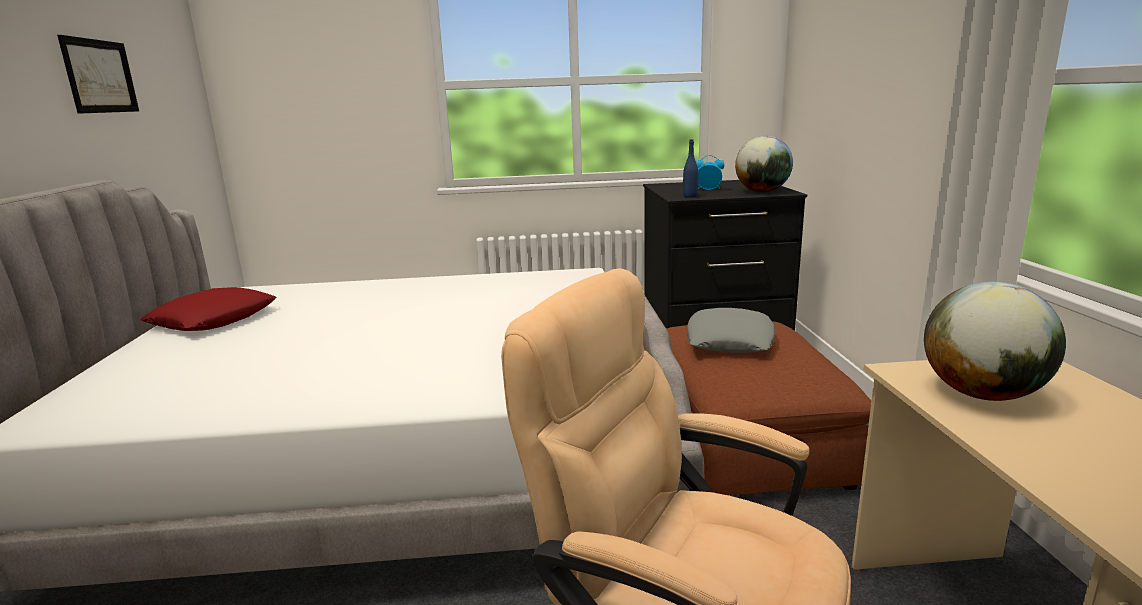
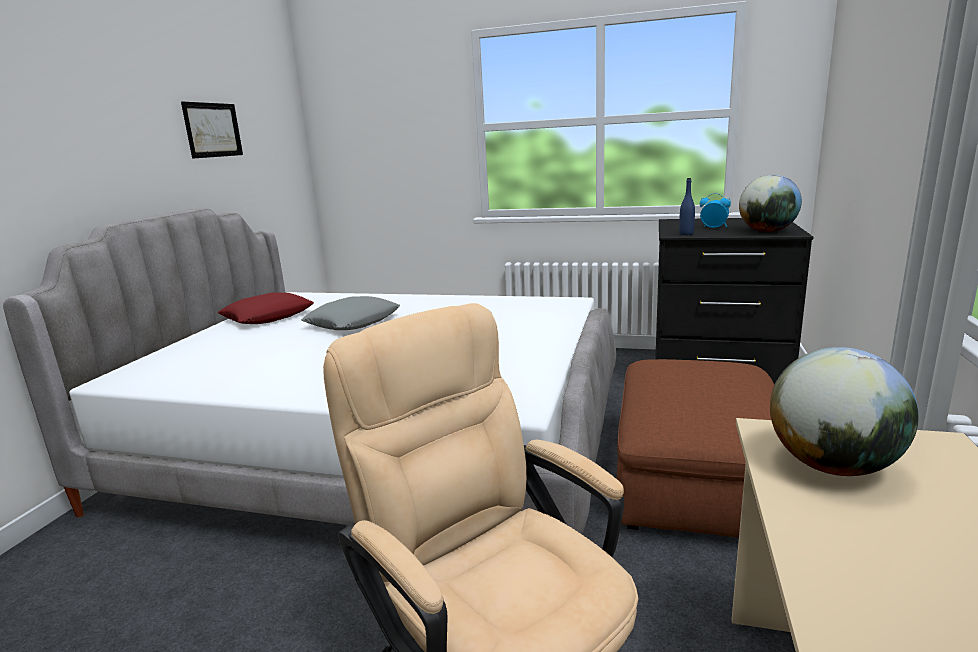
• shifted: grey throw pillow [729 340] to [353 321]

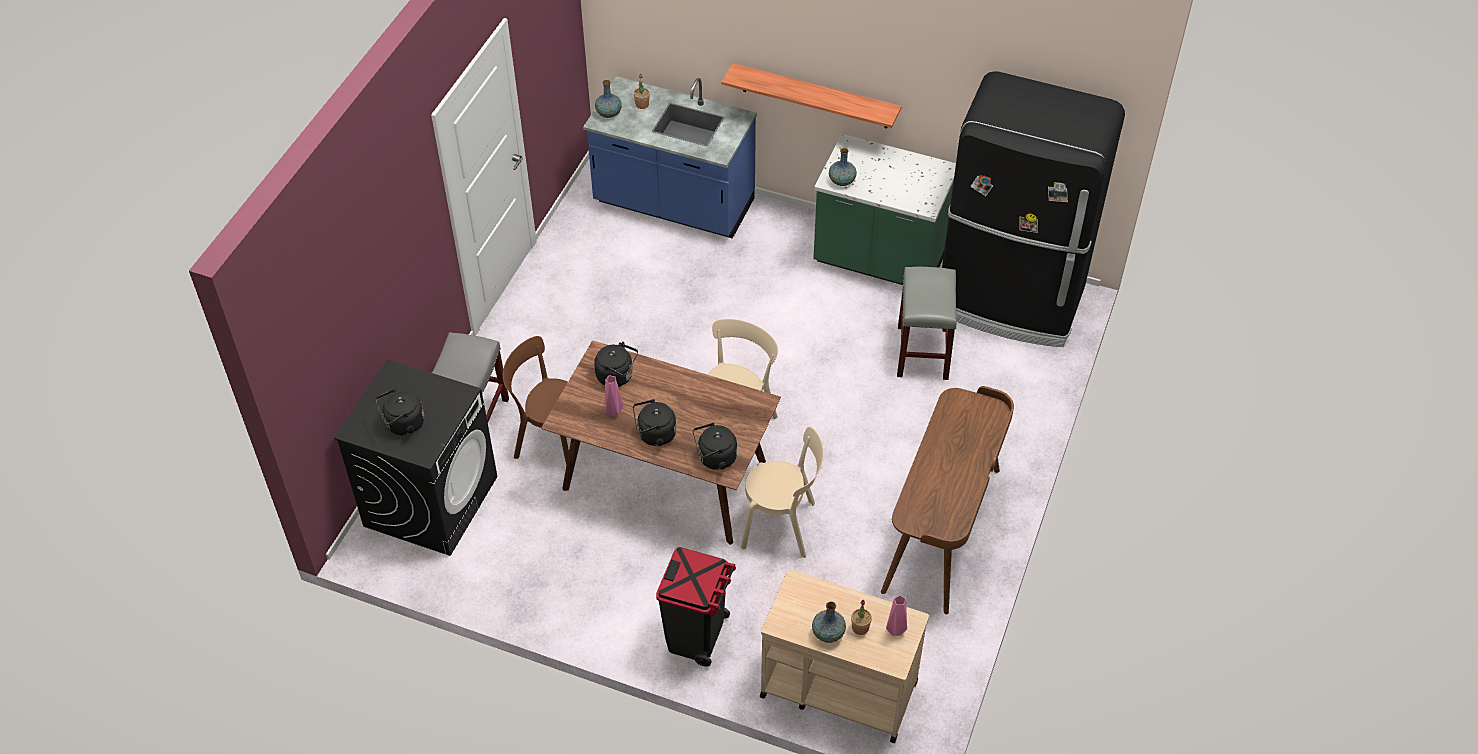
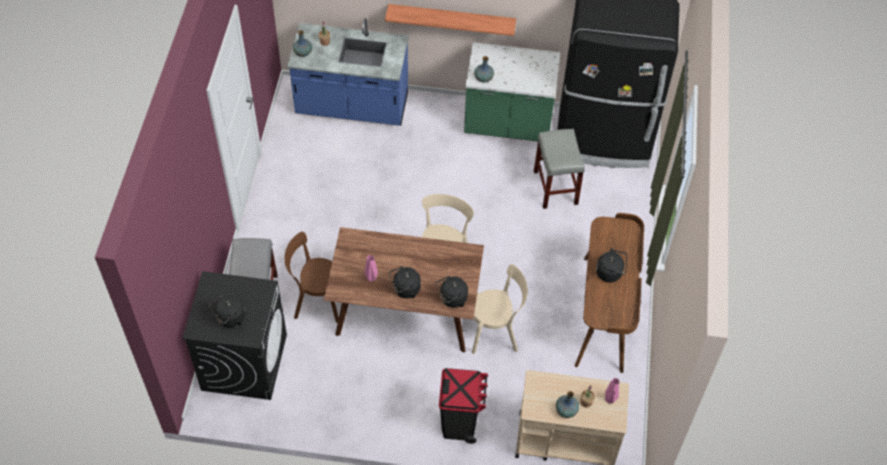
• shifted: black-coloured kettle [617 376] to [610 273]

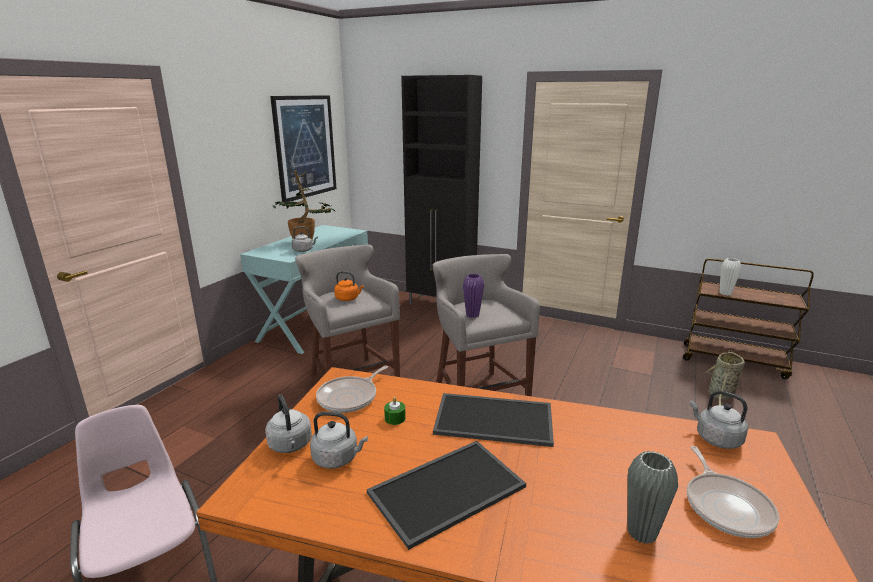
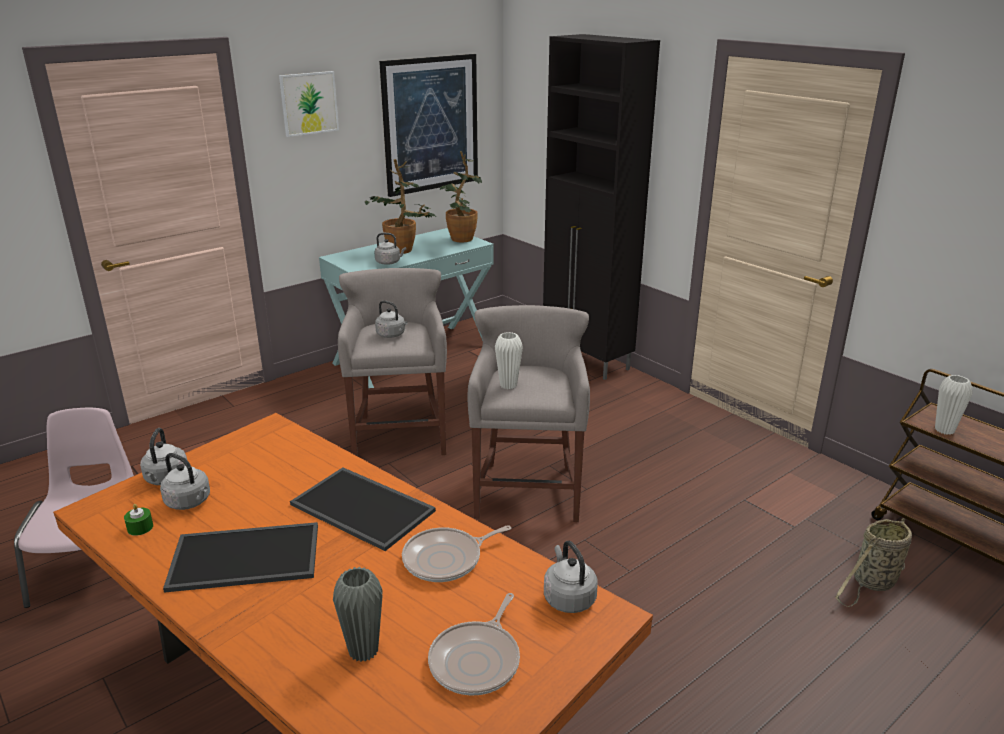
• shifted: green wax light [395 418] to [140 527]
• new: wall picture [309 103]
• repainted: orange-coloured kettle [348 298] to grey kettle [392 335]
• shifted: frying pan [350 397] to [446 559]
• new: potted plant [461 241]
• repainted: purple decorative vase [472 315] to white-coloured decorative vase [508 385]

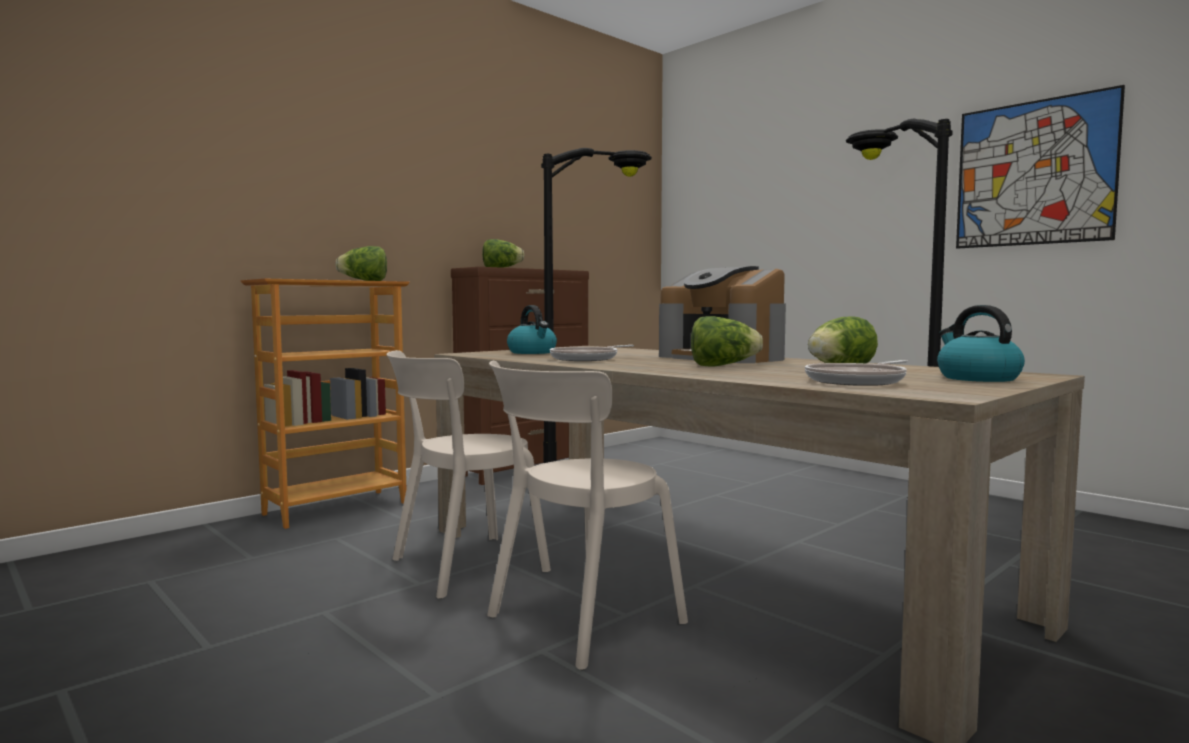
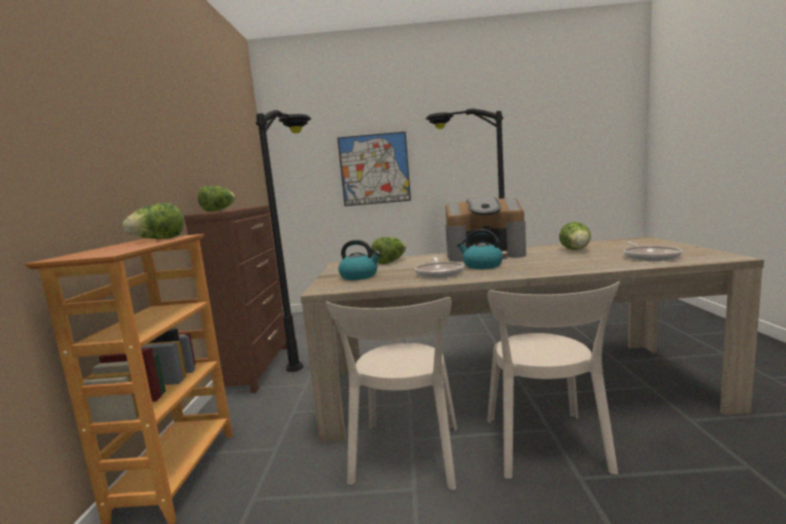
• shifted: wall picture [1034 173] to [374 169]
• shifted: lettuce head [722 366] to [390 262]
• shifted: kettle [977 378] to [482 266]

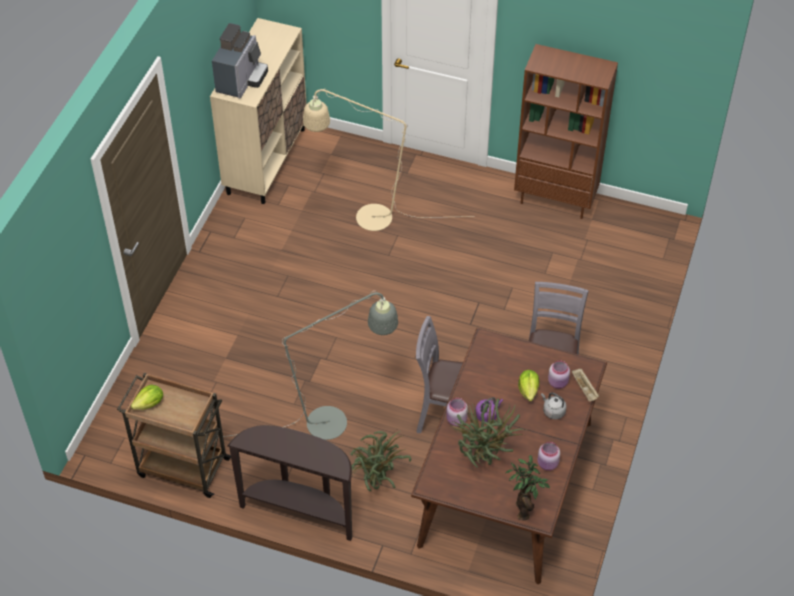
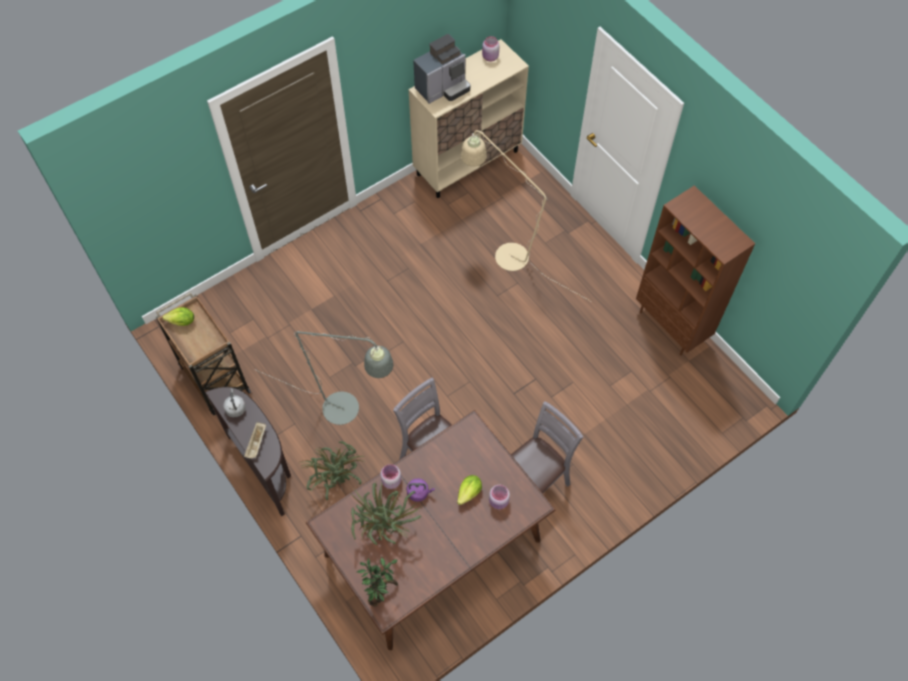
• shifted: grey kettle [553 411] to [235 408]
• shifted: beige carrying tray [585 389] to [256 443]
• shifted: pink storage jar [548 464] to [490 57]

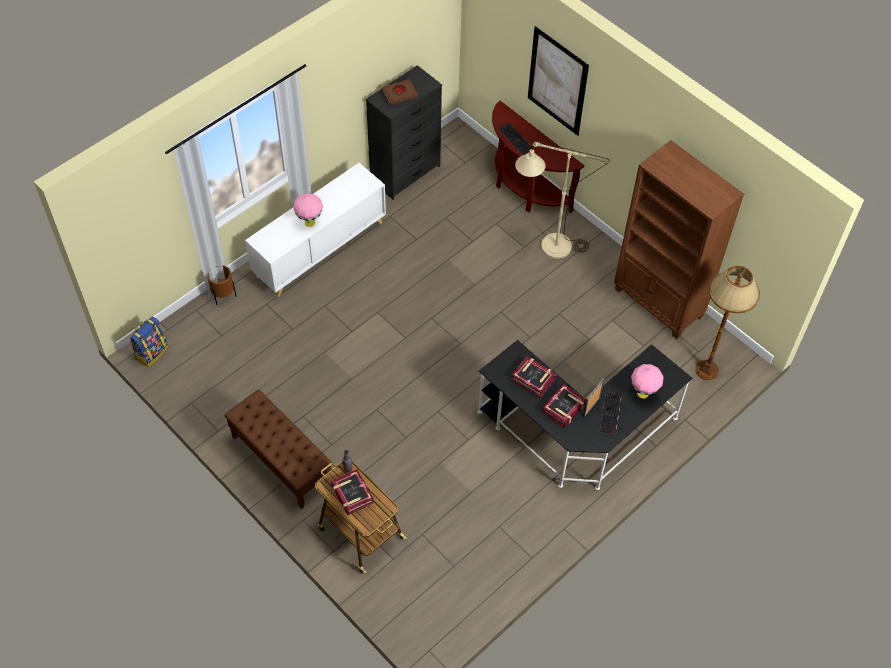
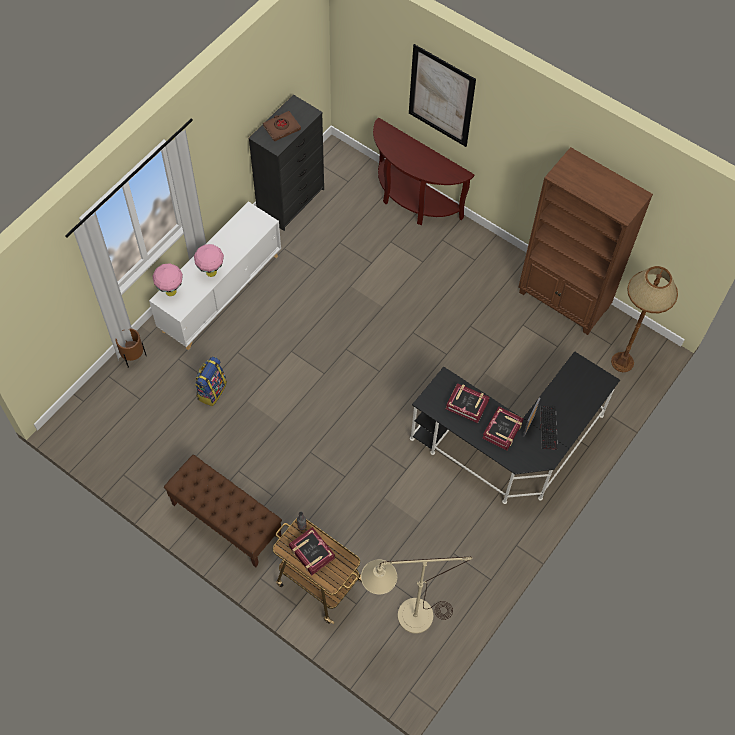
• shifted: pink table lamp [643 394] to [171 292]
• shifted: rucksack [151 352] to [211 390]
• shifted: beige standing lamp [547 246] to [404 617]
• gone: keyboard [516 139]

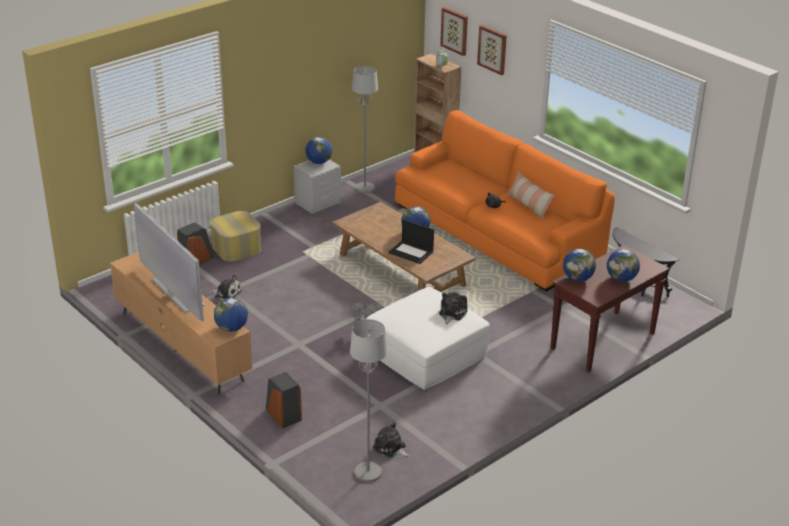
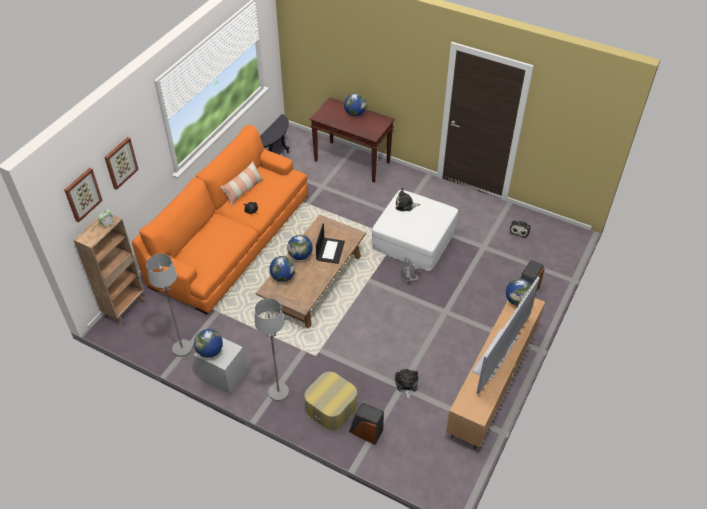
• shifted: grey standing lamp [367 472] to [278 392]
• shifted: world globe [577 278] to [283 277]

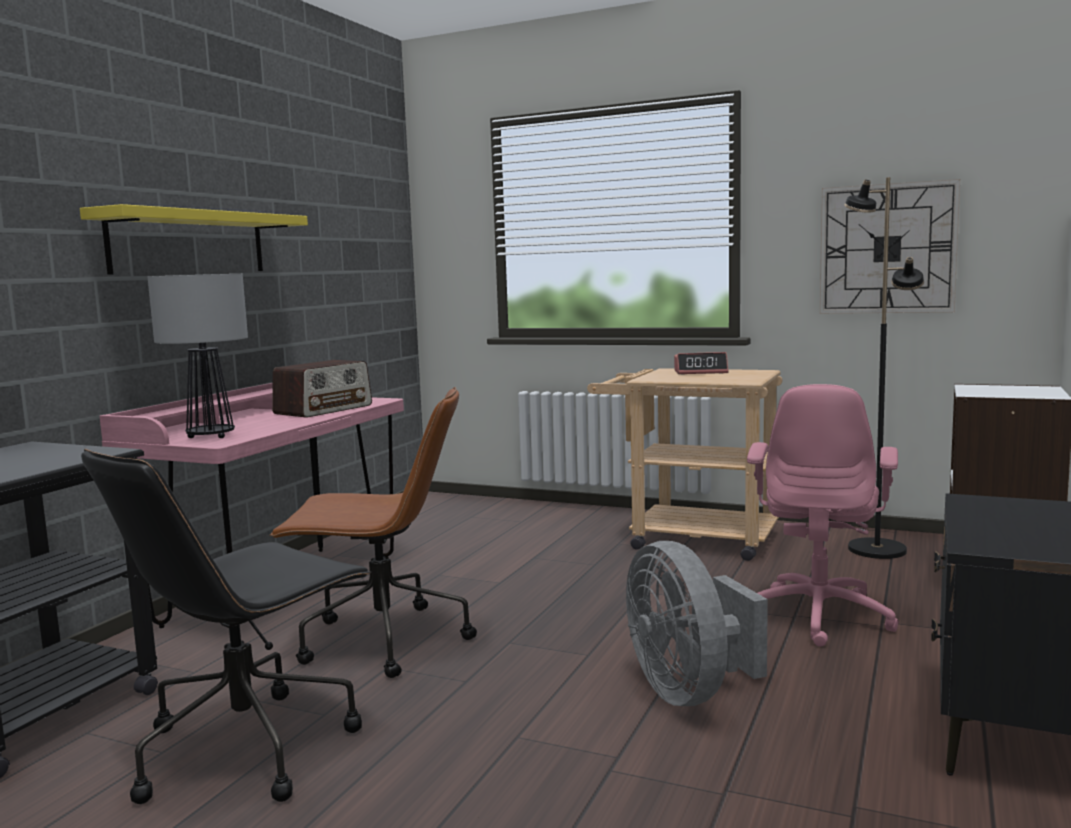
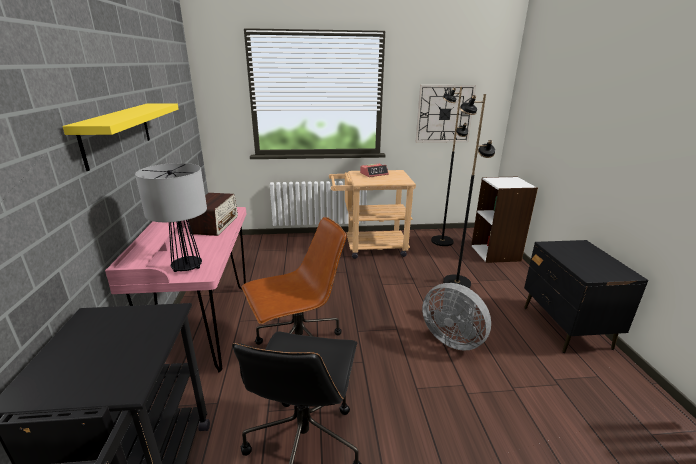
• swapped: pink office chair [819 615] to black-coloured standing lamp [456 282]

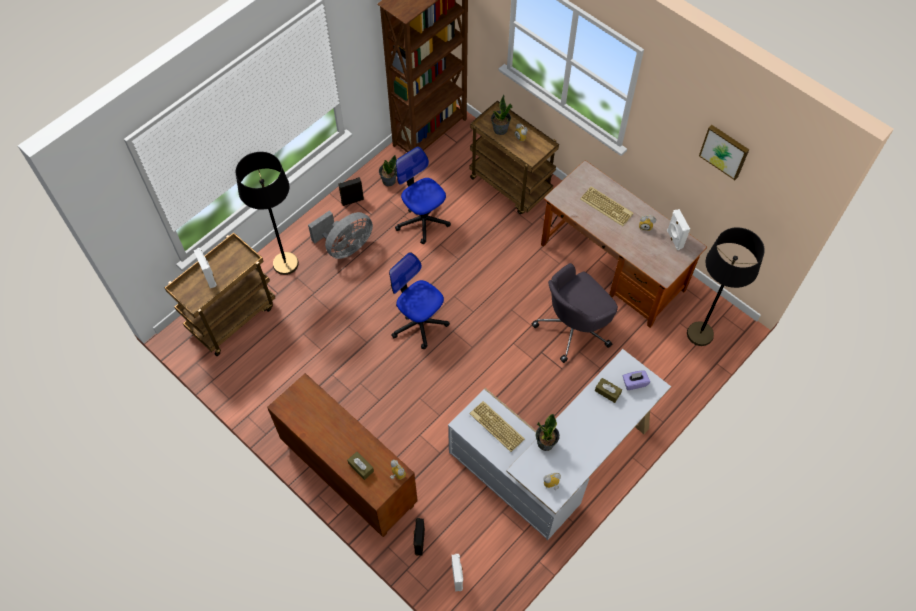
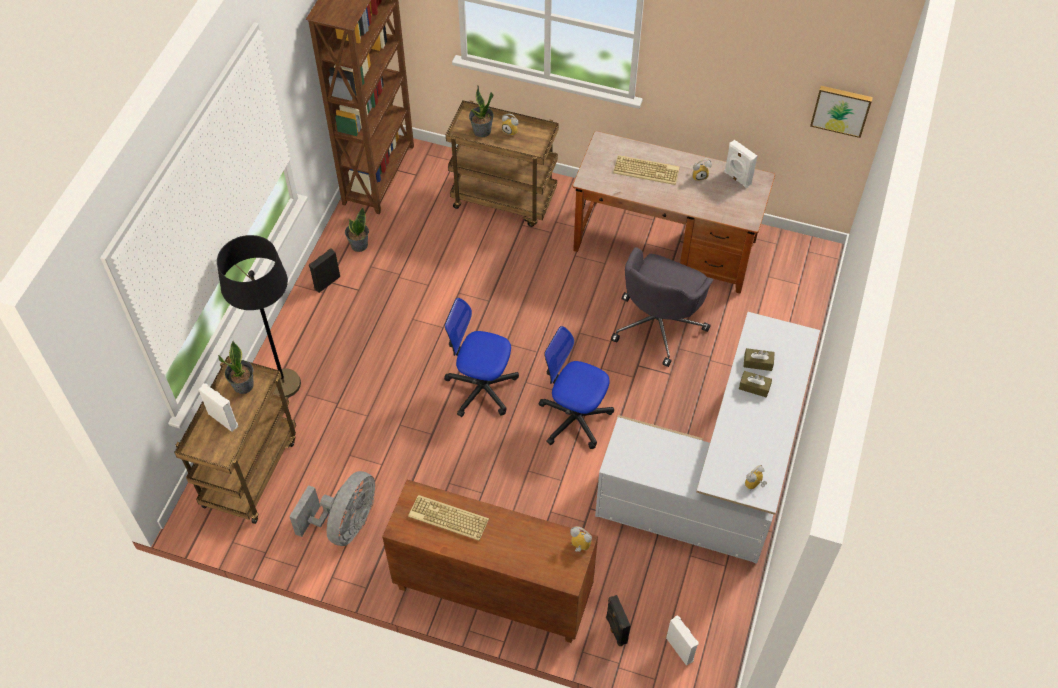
• shifted: potted plant [546 443] to [243 385]
• shifted: grey electric fan [345 246] to [345 524]
• shifted: keyboard [495 427] to [447 519]
• shifted: office chair [423 220] to [574 418]
• shifted: brown-coloured box of tissues [361 467] to [754 387]
• shifted: wall picture [725 151] to [841 109]
• gone: purple box of tissues [634 383]
• gone: black-coloured standing lamp [700 334]

